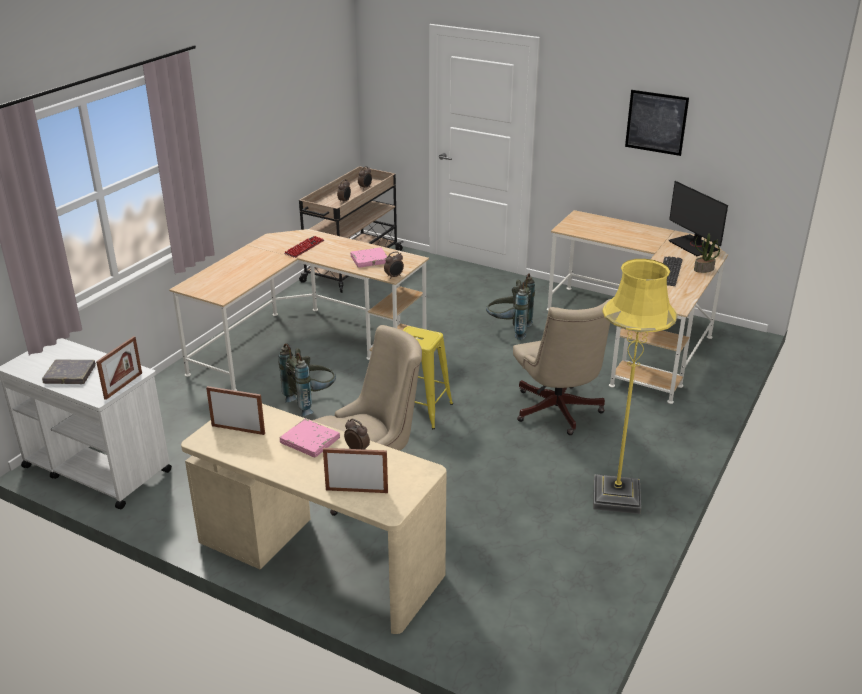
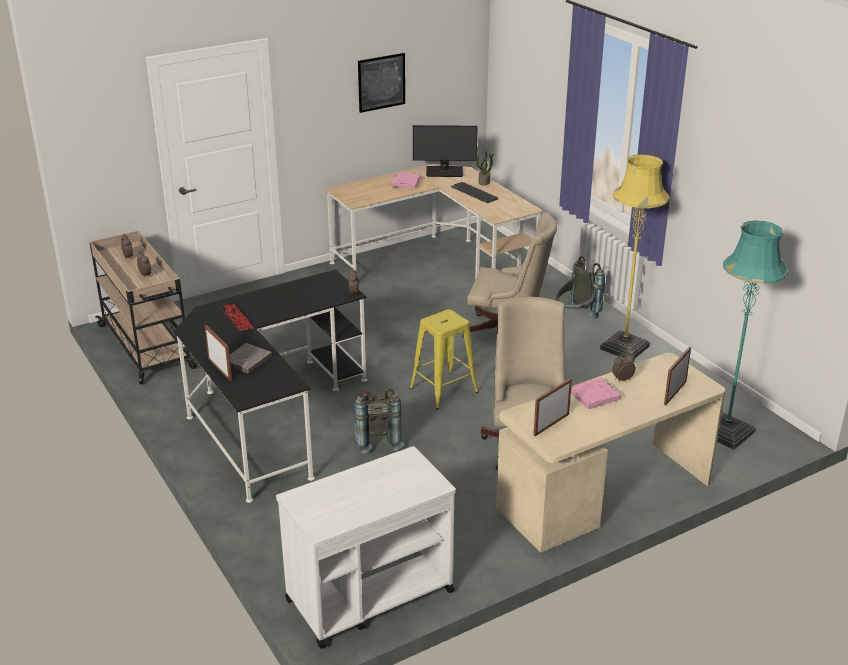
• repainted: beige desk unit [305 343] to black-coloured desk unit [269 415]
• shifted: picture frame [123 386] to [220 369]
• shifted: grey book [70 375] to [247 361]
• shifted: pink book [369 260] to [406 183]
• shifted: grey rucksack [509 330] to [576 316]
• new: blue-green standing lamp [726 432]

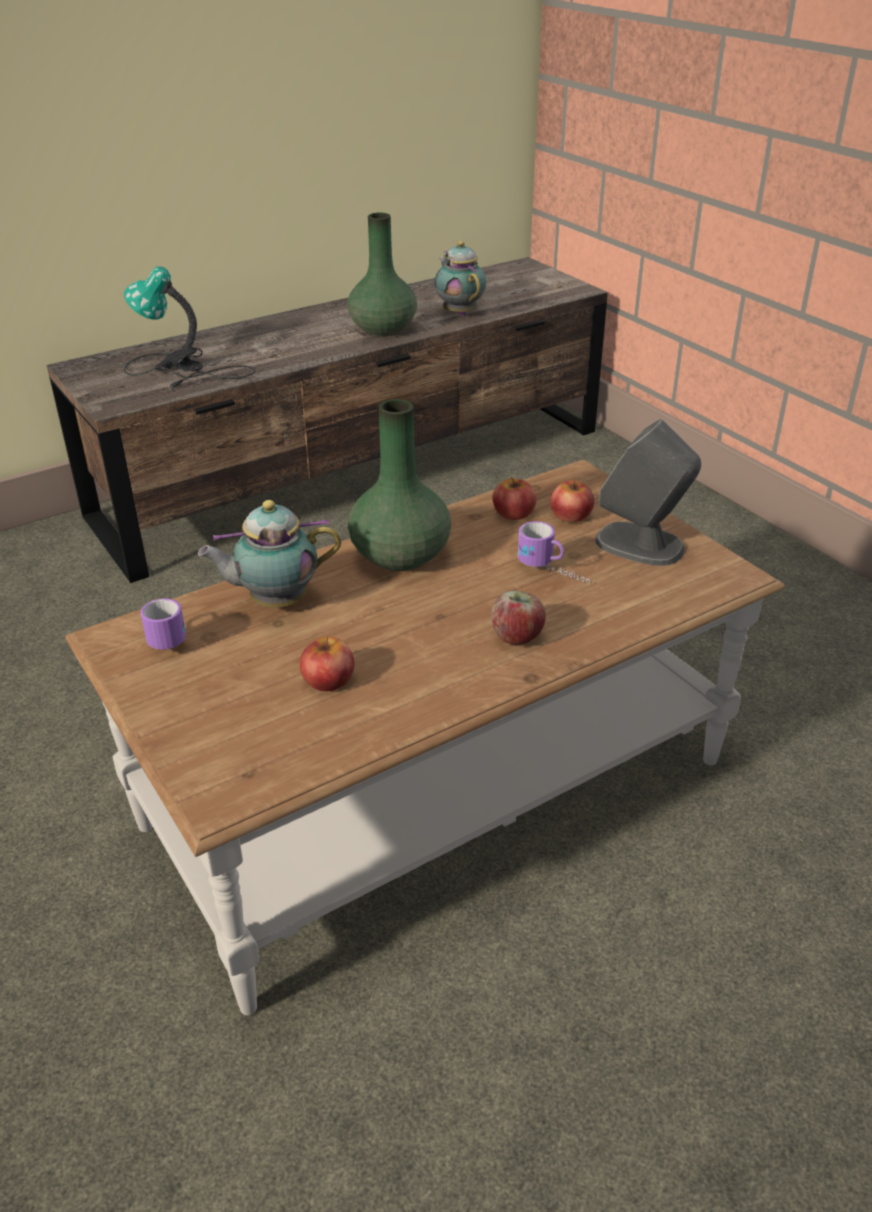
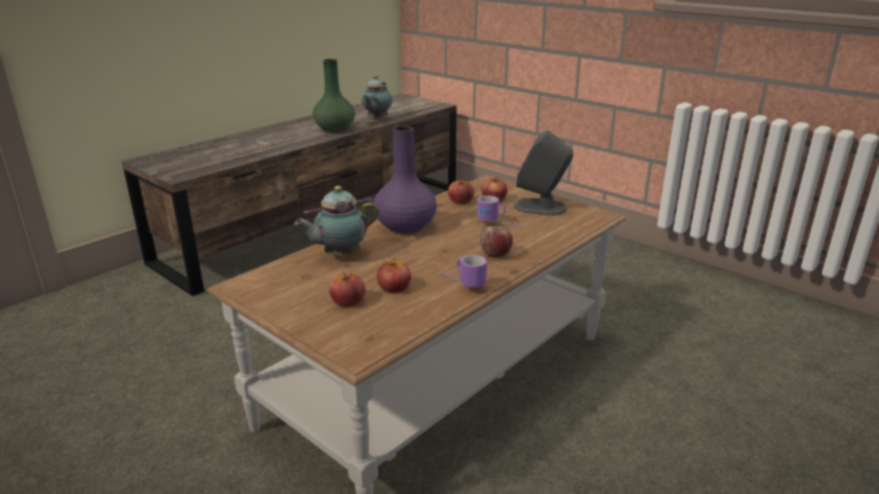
• new: whole apple [348 301]
• rotated: teapot [459 312] = [376 119] 120 degrees counterclockwise
• repainted: green decorative vase [401 556] to purple decorative vase [406 226]
• shifted: tea mug [160 636] to [461 283]
• gone: table lamp [183 369]

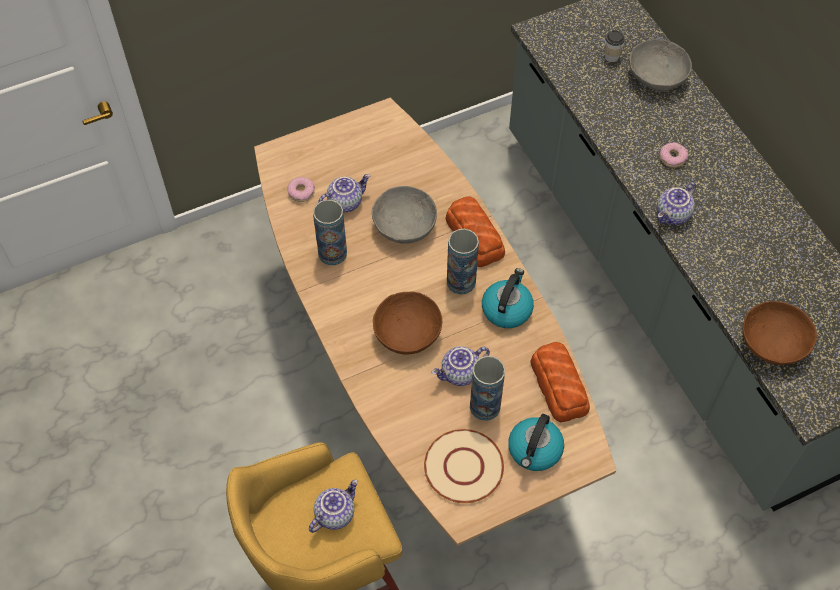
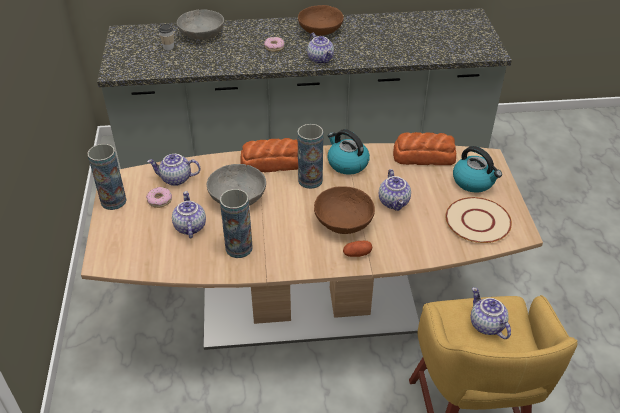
• shifted: decorative vase [485 406] to [113 201]
• shifted: donut [301 192] to [159 200]
• new: teapot [175 179]
• shifted: brown-coloured deep dish [772 343] to [320 31]
• new: spud [357 254]

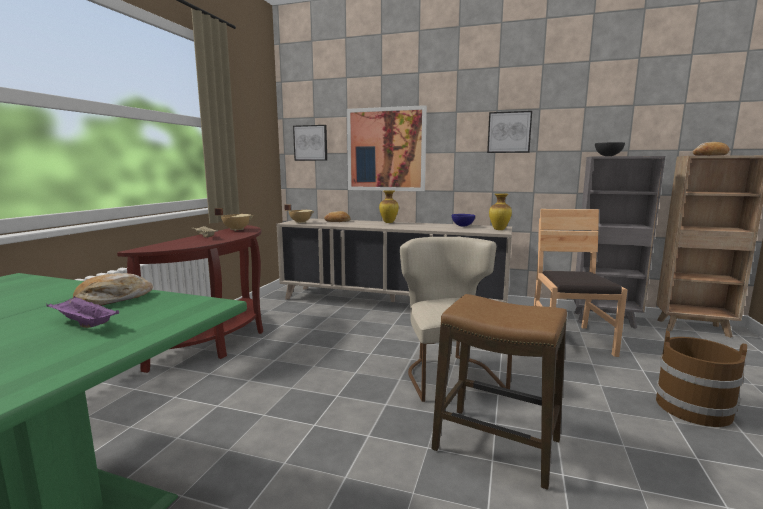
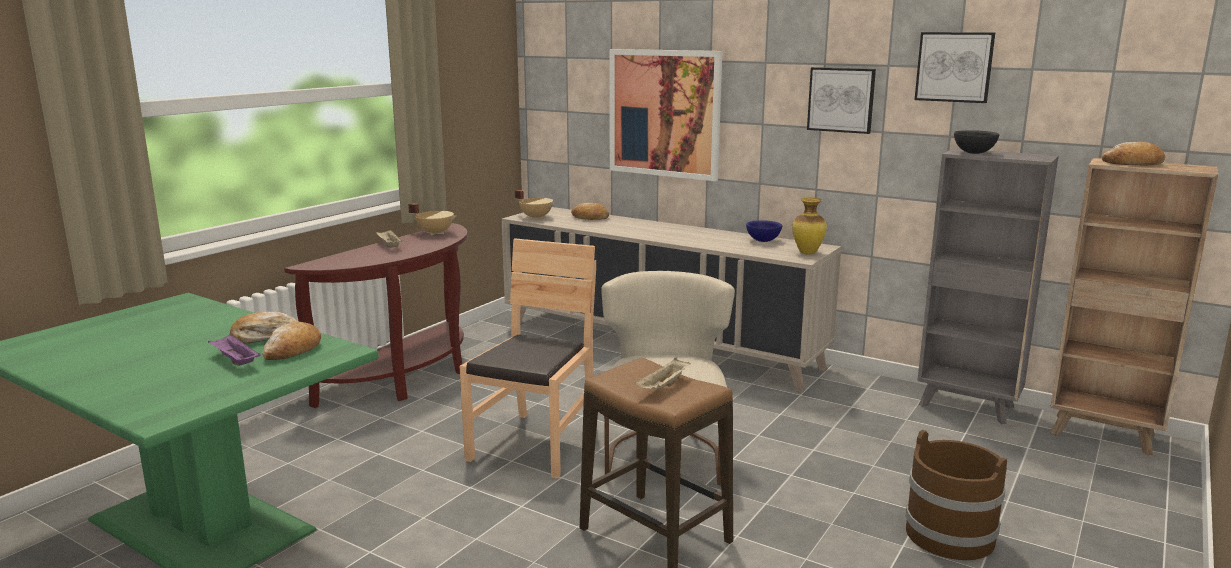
• new: bakery bread [293 350]
• shifted: brown-coloured plain chair [569 339] to [535 444]
• new: beige carrying tray [663 387]
• shifted: wall picture [310 143] to [954 67]
• gone: decorative vase [389 222]

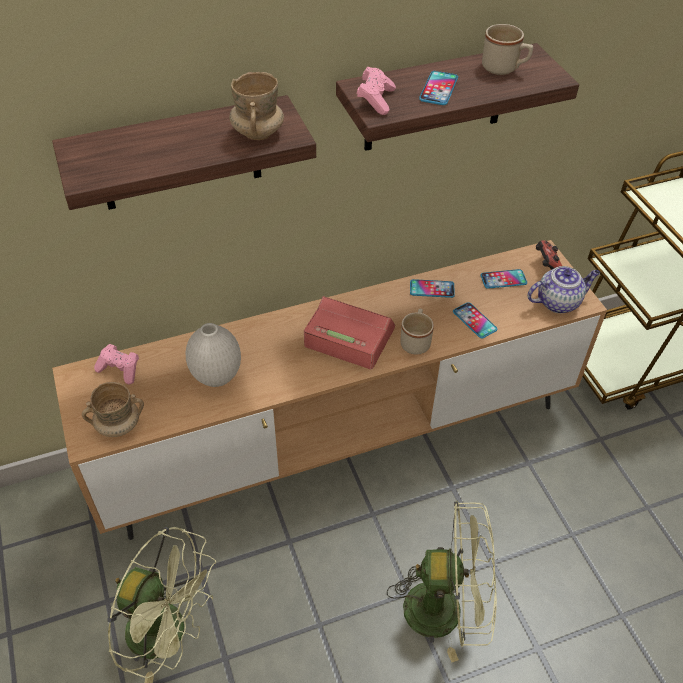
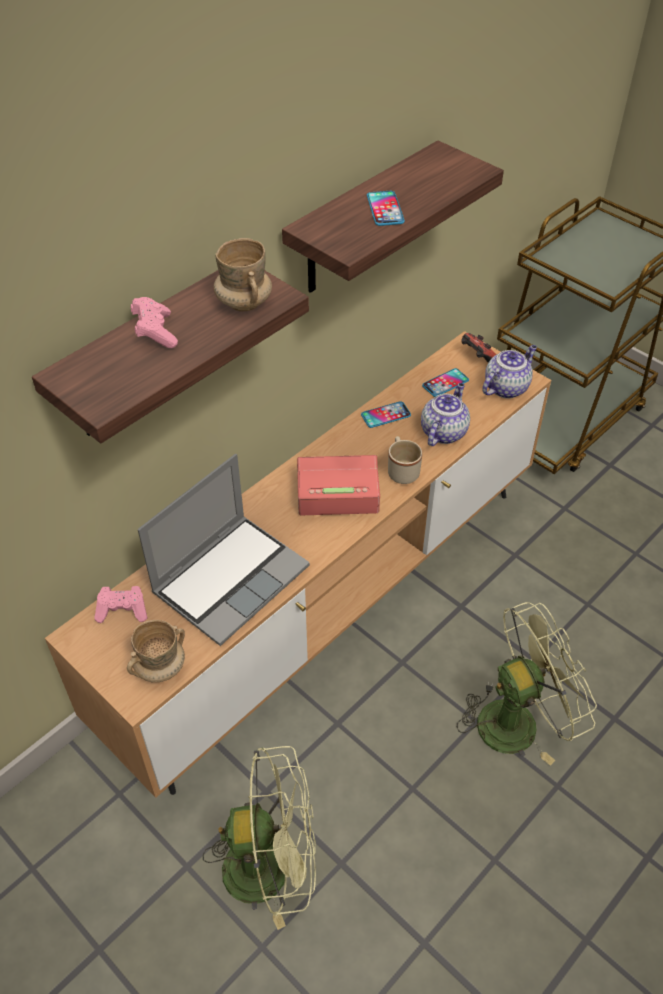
• shifted: pink gamepad [375 100] to [155 332]
• swapped: white-coloured decorative vase [217 376] to portable computer [231 578]
• swapped: telephone [474 321] to teapot [443 431]
• gone: beige tea mug [504 69]

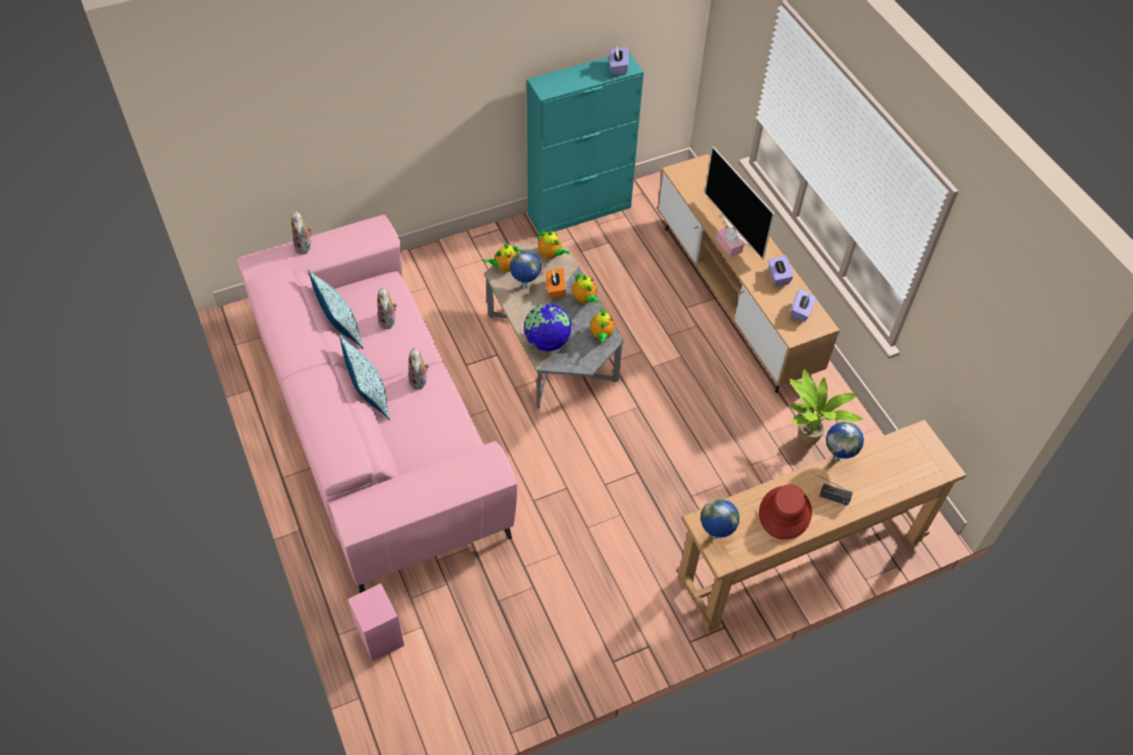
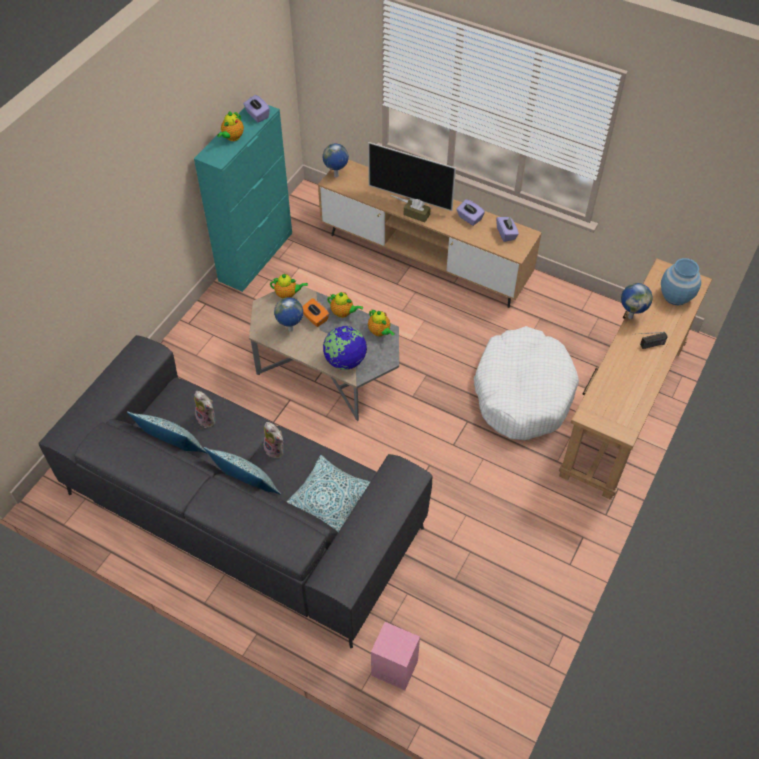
• repainted: pink sofa [377 423] to grey sofa [244 510]
• shifted: teapot [505 267] to [232 138]
• new: throw pillow [330 500]
• shifted: world globe [715 536] to [336 176]
• repainted: pink box of tissues [729 245] to brown-coloured box of tissues [416 214]
• new: white-coloured pet bed [522 392]
• new: blue-coloured decorative vase [675 296]
• gone: cuddly toy [304 246]
• gone: red-coloured wearable hat [784 513]
• gone: potted plant [806 442]

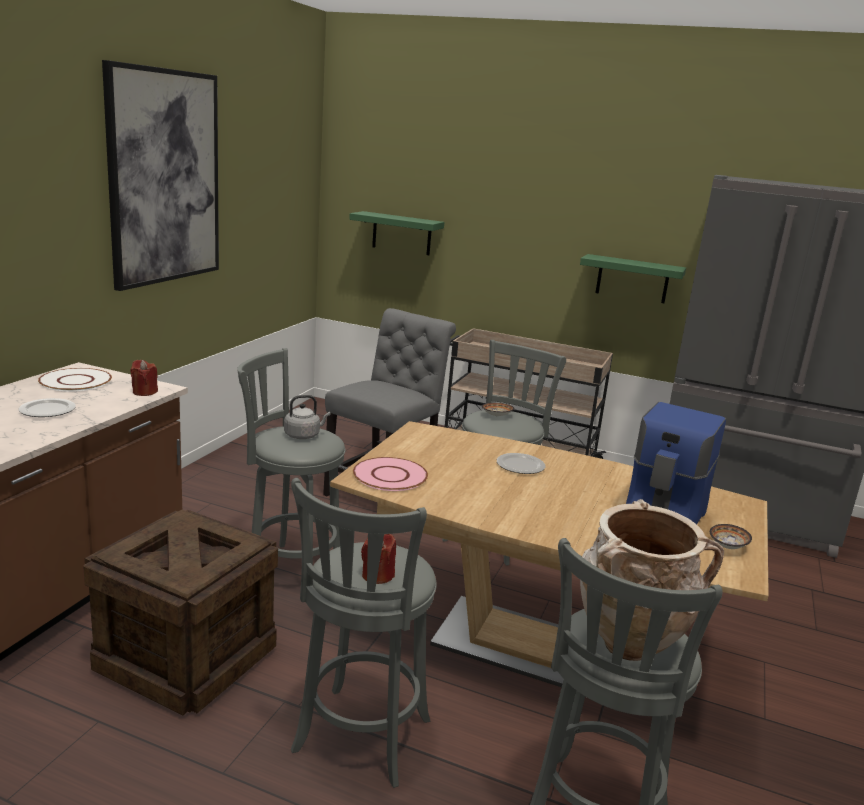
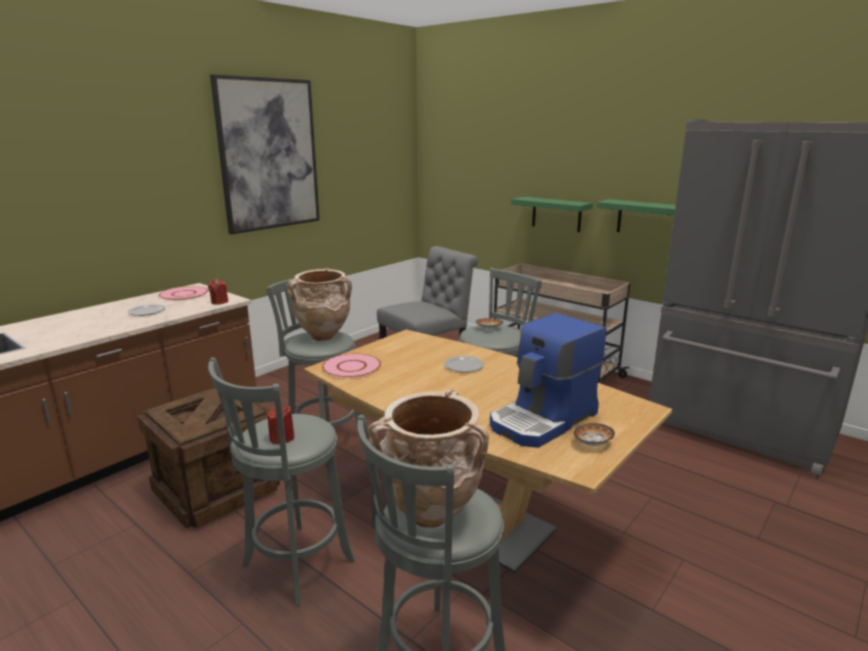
• repainted: white-coloured flat dish [75 381] to pink flat dish [183 294]
• swapped: grey kettle [304 435] to beige decorative vase [324 337]
• shifted: green shelf [401 233] to [556 214]

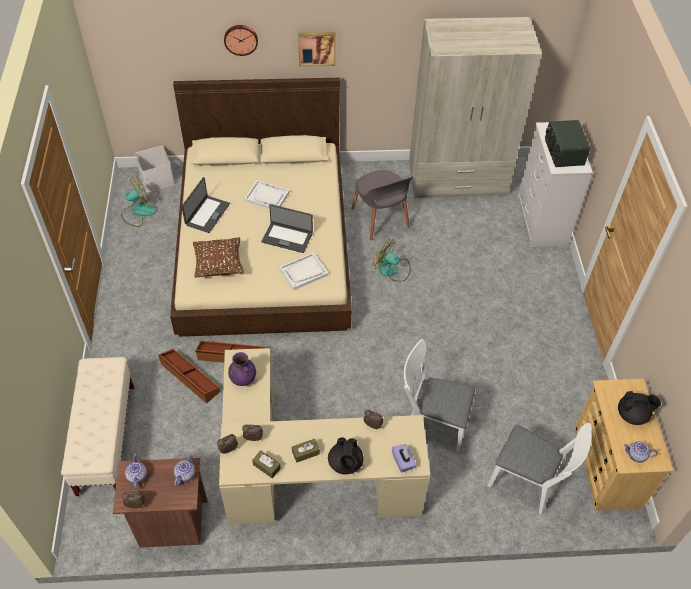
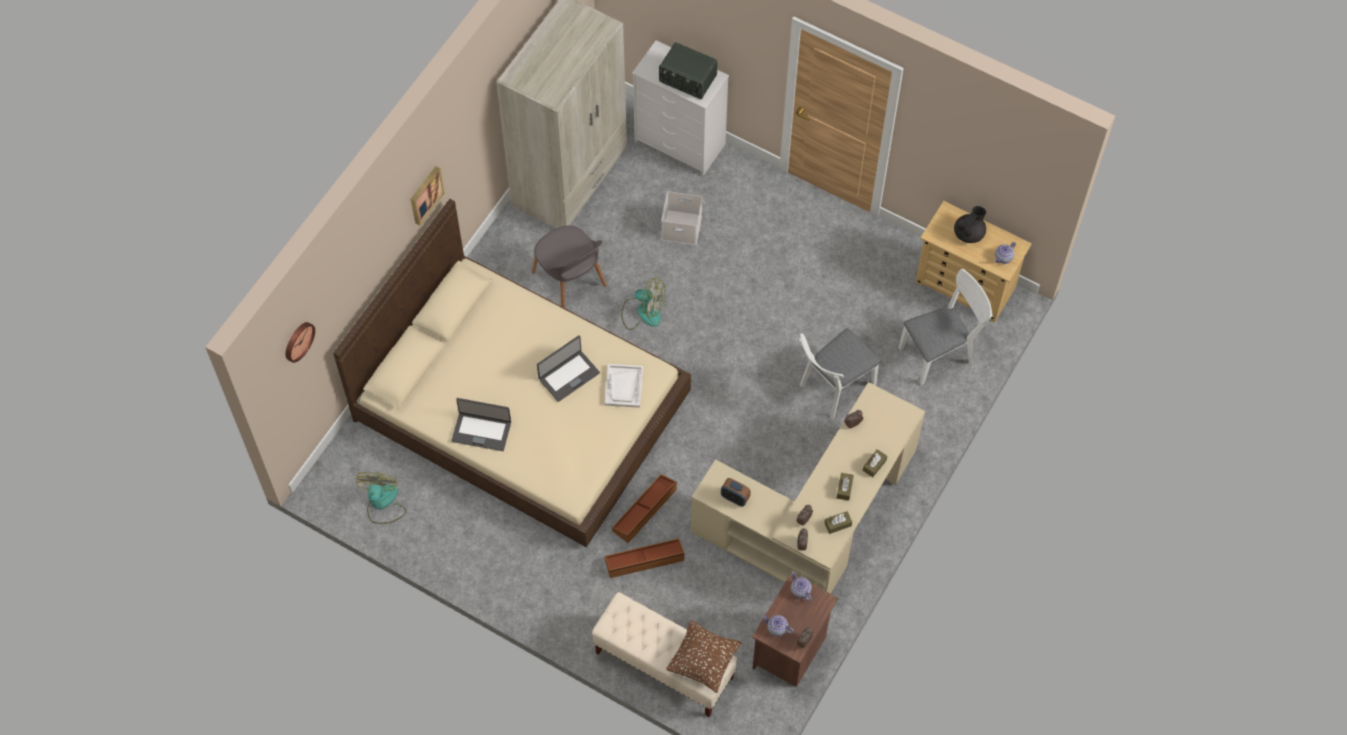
• shifted: clock on the wall [241 39] to [298 341]
• rotated: portable computer [207 214] = [481 431] 135 degrees clockwise
• rotated: grey plain chair [380 219] = [570 281] 45 degrees clockwise
• rotated: electric fan [392 270] = [642 312] 135 degrees counterclockwise
• shifted: white-coloured storage container [157 179] to [682 227]
• shifted: brown-coloured throw pillow [219 265] to [703 661]
• swapped: purple decorative vase [243 379] to bedside clock [735 498]
• swapped: black-coloured teapot [345 464] to brown-coloured box of tissues [874 465]
• gone: white-coloured carrying tray [267 196]
• gone: purple box of tissues [403 461]

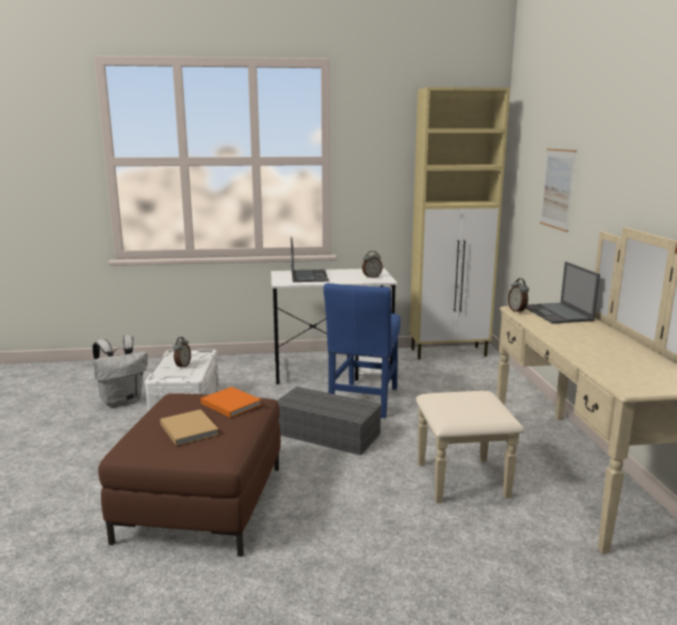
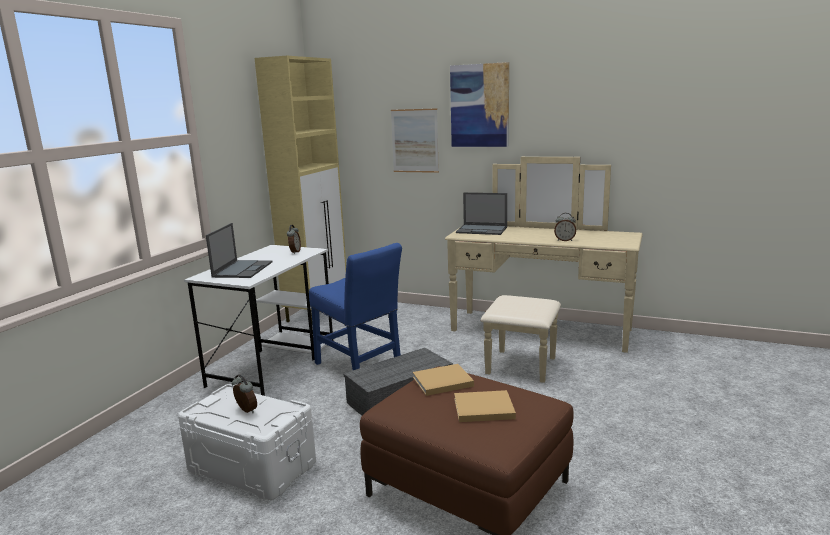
• rotated: portable computer [309 276] = [243 269] 75 degrees clockwise
• repainted: orange-coloured book [230 403] to beige book [441 382]
• new: wall picture [479 106]
• shifted: bedside clock [517 311] to [564 240]
• gone: white-coloured rucksack [122 401]

